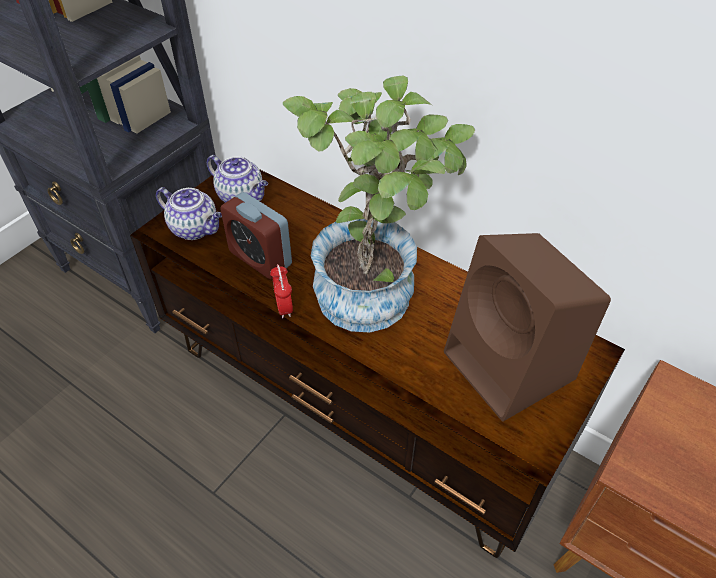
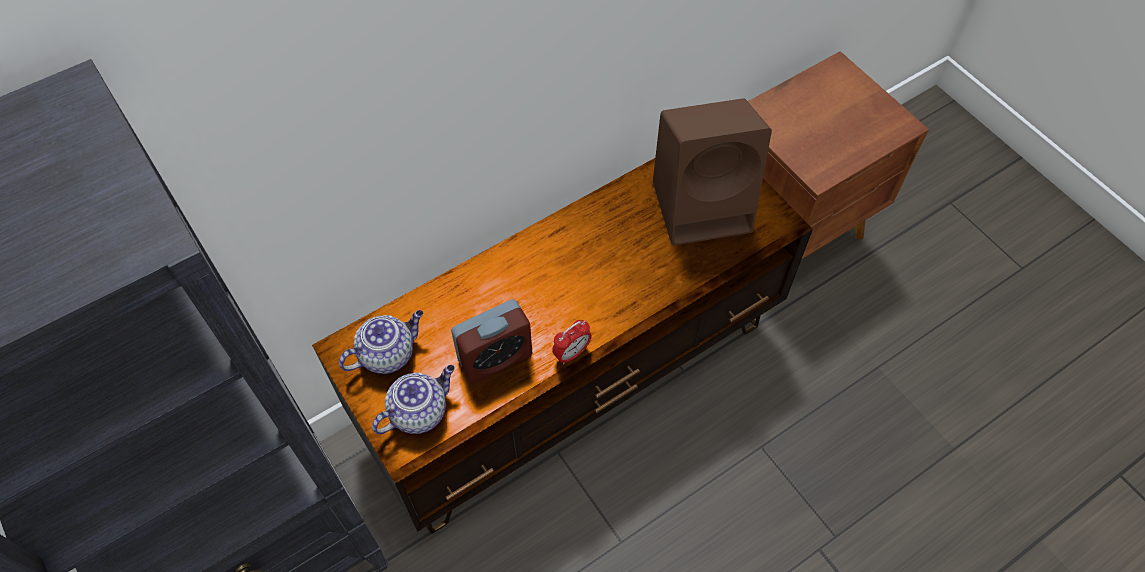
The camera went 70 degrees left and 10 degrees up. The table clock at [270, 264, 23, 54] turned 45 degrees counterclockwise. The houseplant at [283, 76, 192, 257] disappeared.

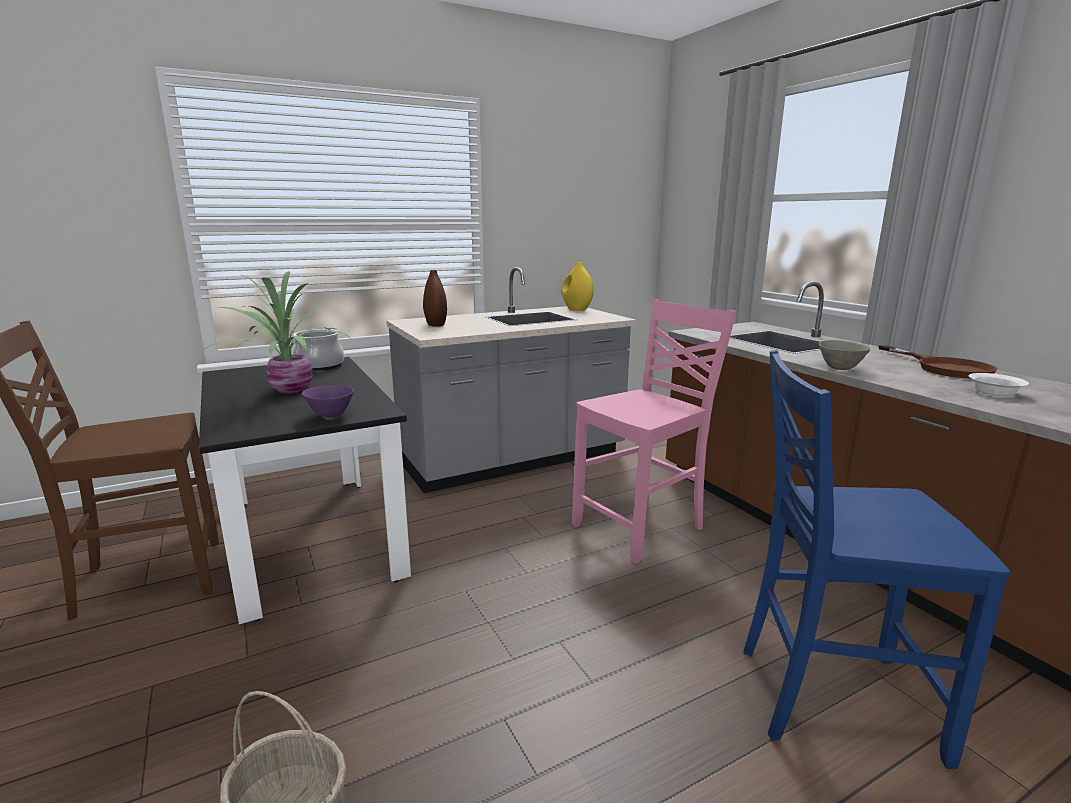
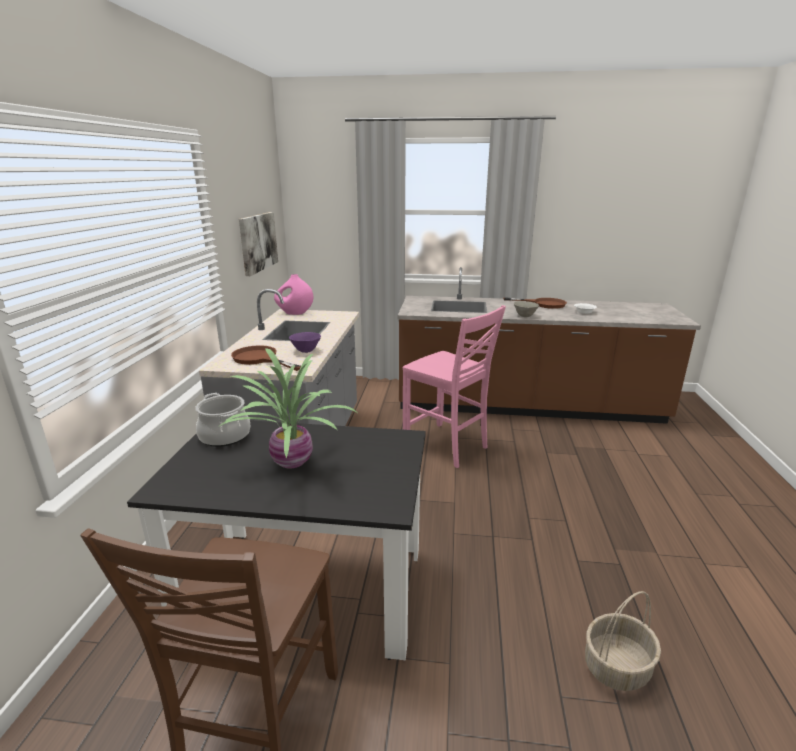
The camera went 55 degrees left and 5 degrees up. The purple deep dish moved from [302, 385, 52, 33] to [289, 332, 32, 21]. The brownish flower vase at [423, 270, 24, 57] was replaced by the brownish pan at [231, 345, 70, 26]. The yellow-coloured flower vase at [561, 262, 33, 49] became the pink-coloured flower vase at [274, 274, 39, 41]. The pink-coloured chair at [572, 299, 165, 265] turned 135 degrees clockwise. The bluish chair at [744, 350, 266, 419] disappeared. The wall picture at [239, 212, 39, 64] appeared.

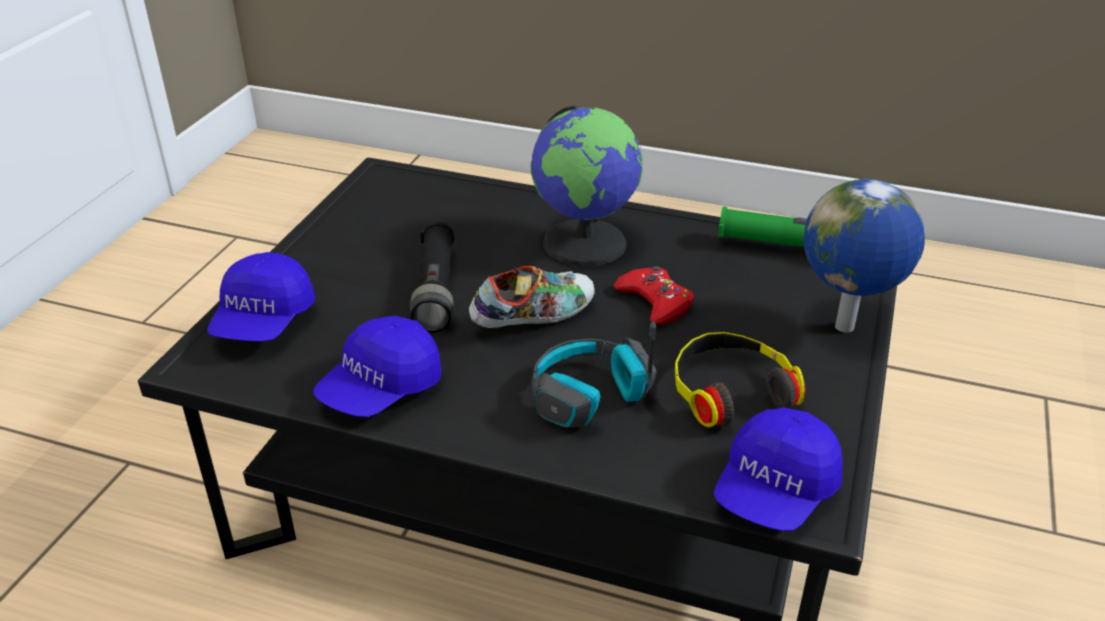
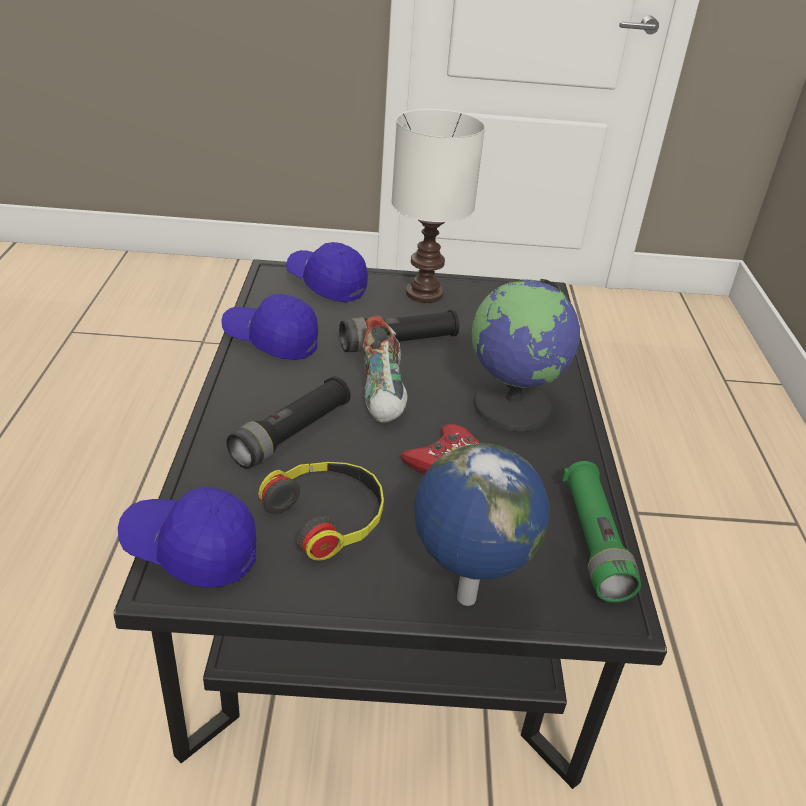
The camera went 70 degrees right and 0 degrees up. The bluish baseball cap at [207, 252, 108, 90] turned 45 degrees clockwise. The item of footwear at [469, 266, 126, 62] turned 45 degrees clockwise. The headphones at [532, 321, 124, 106] was replaced by the black-coloured torch at [227, 376, 124, 93]. The white lamp for a table at [391, 109, 94, 194] appeared.

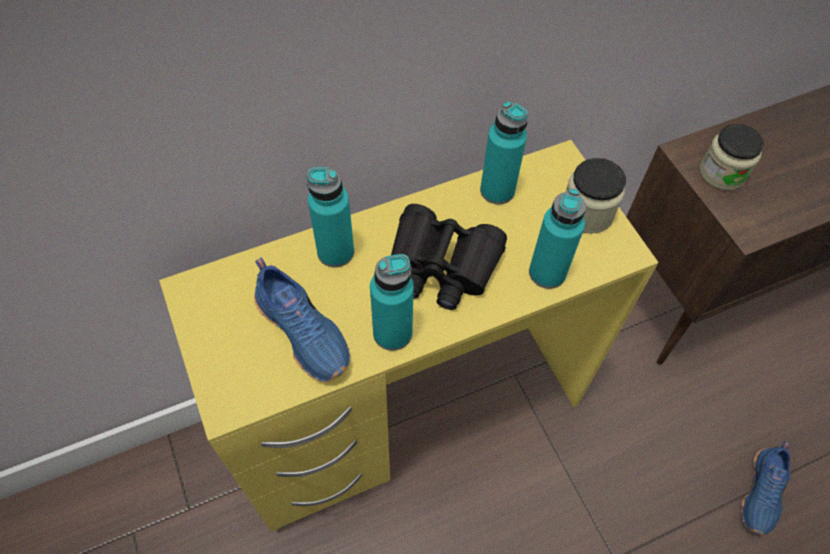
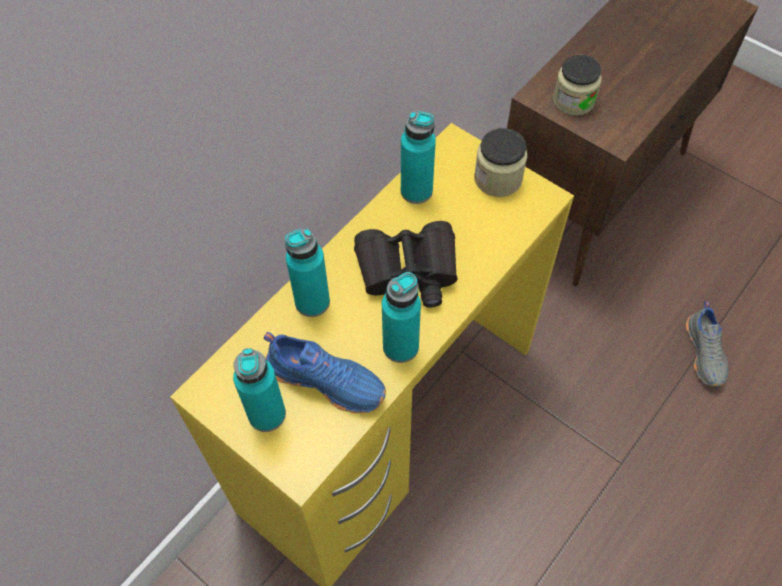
The camera went 25 degrees left and 0 degrees up. The turquoise-coloured bottle moved from [529, 188, 57, 101] to [233, 348, 53, 84]. The bluish item of footwear at [741, 441, 49, 95] became the greyish item of footwear at [686, 302, 43, 85].

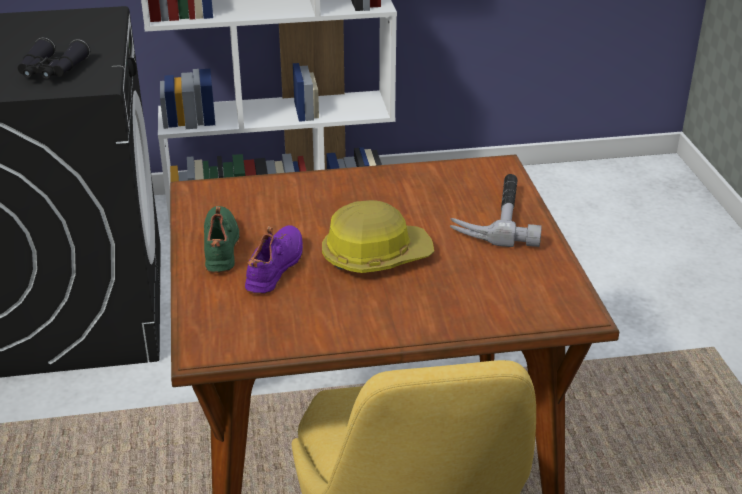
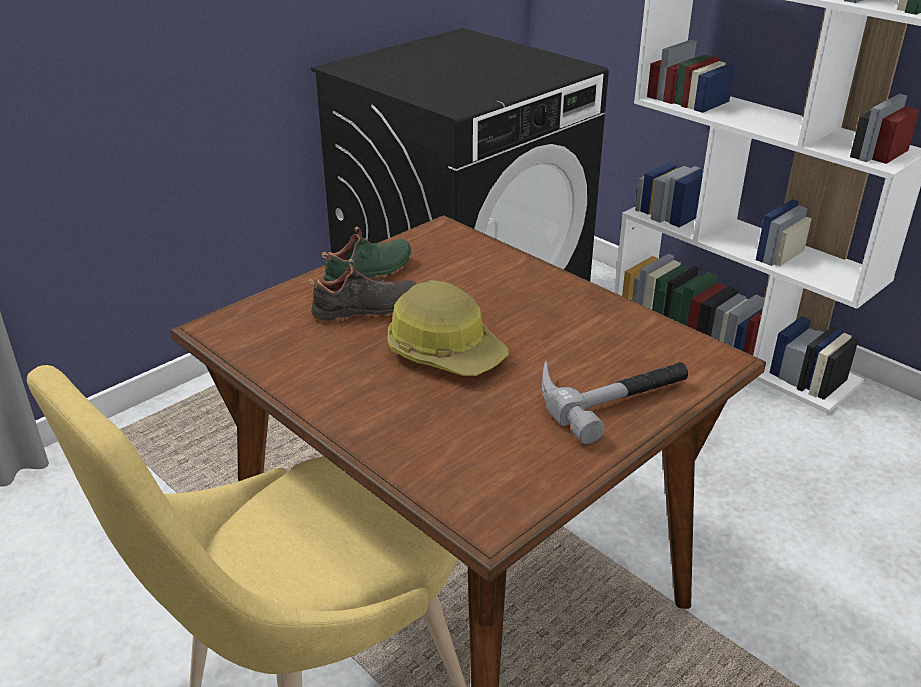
The camera went 55 degrees right and 0 degrees up. The black-coloured binoculars at [18, 37, 72, 42] disappeared. The purple item of footwear at [245, 225, 58, 69] became the black-coloured item of footwear at [308, 259, 109, 63].

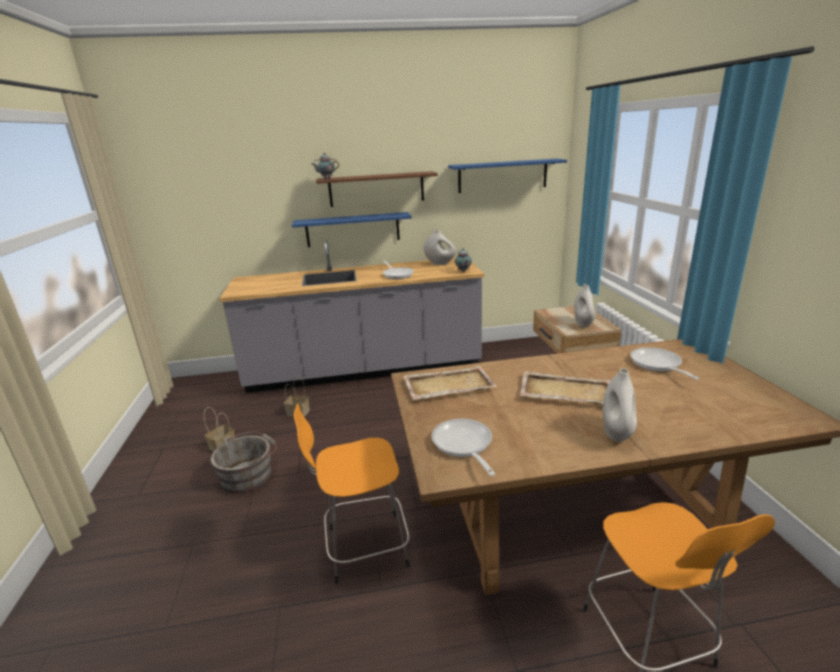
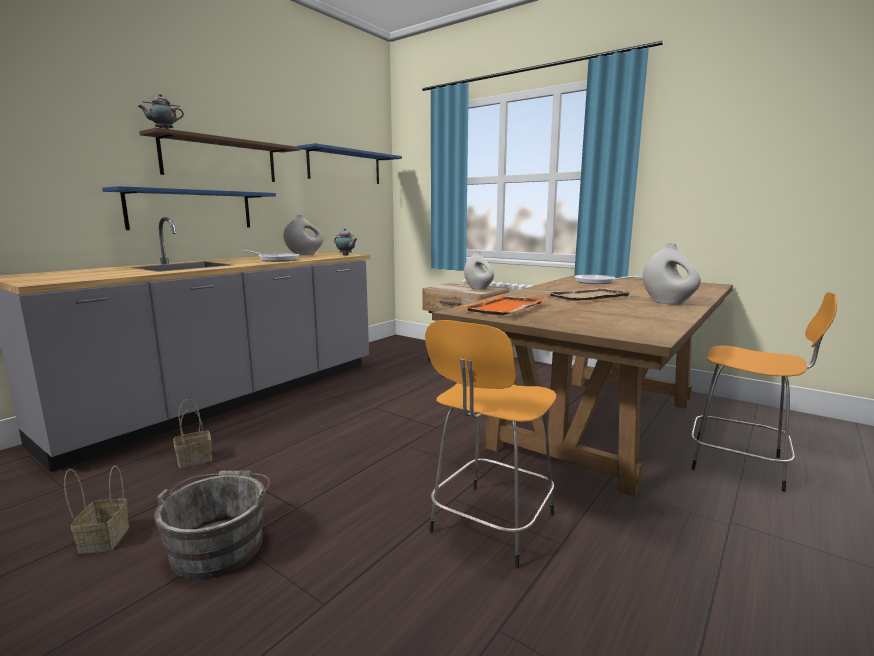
The camera went 45 degrees left and 10 degrees down. The beige tray at [403, 366, 94, 34] became the orangey tray at [458, 296, 91, 19]. The pan at [432, 418, 63, 58] disappeared.

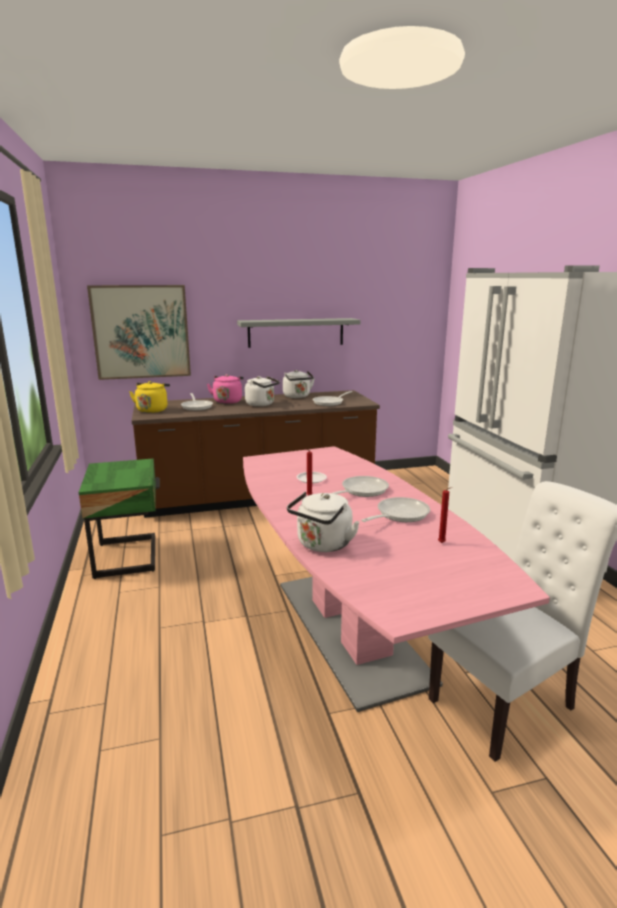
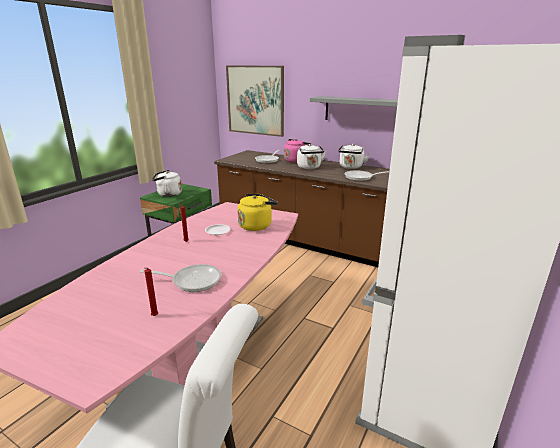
The camera went 45 degrees right and 5 degrees up. The yellow-coloured tea kettle moved from [129, 381, 41, 32] to [237, 194, 41, 37]. The white tea kettle moved from [287, 492, 73, 60] to [152, 170, 30, 27]. The pan at [332, 476, 57, 21] disappeared.

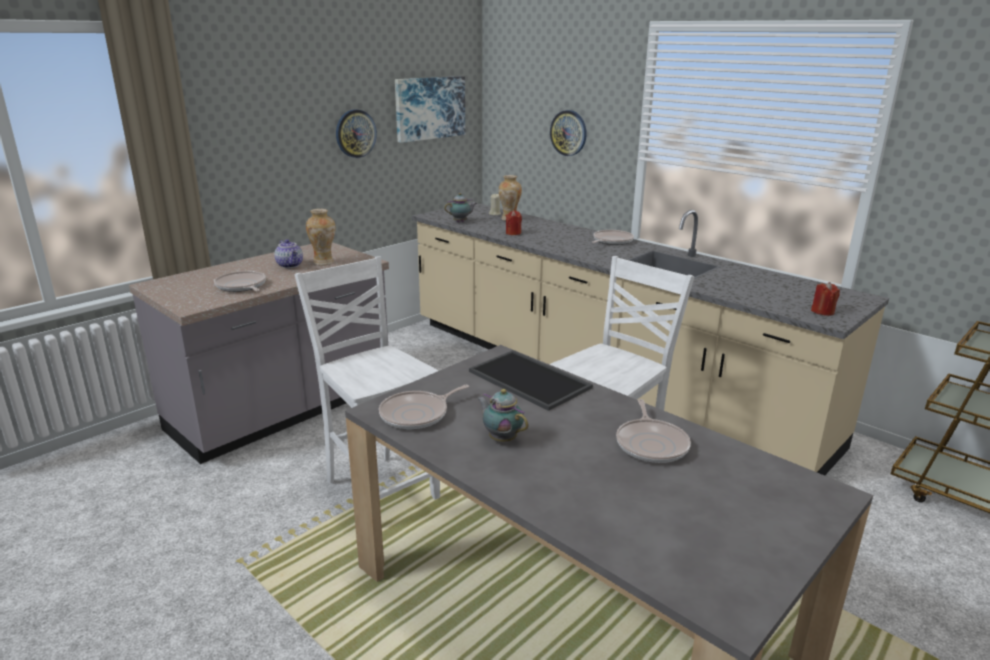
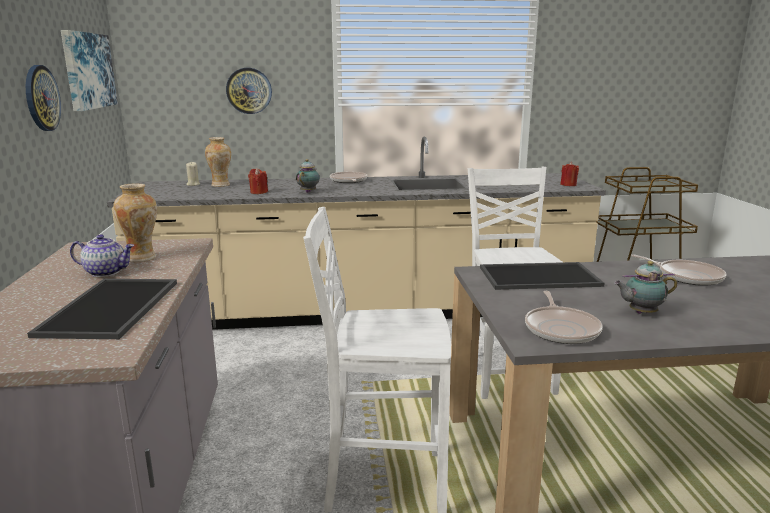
The camera went 50 degrees left and 5 degrees down. The pan at [214, 271, 52, 21] was replaced by the tray at [27, 279, 150, 60]. The teapot moved from [444, 193, 33, 29] to [296, 159, 24, 34].

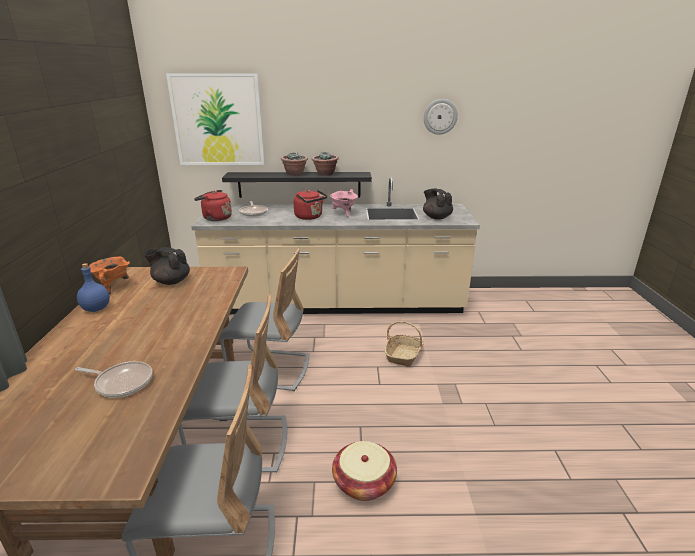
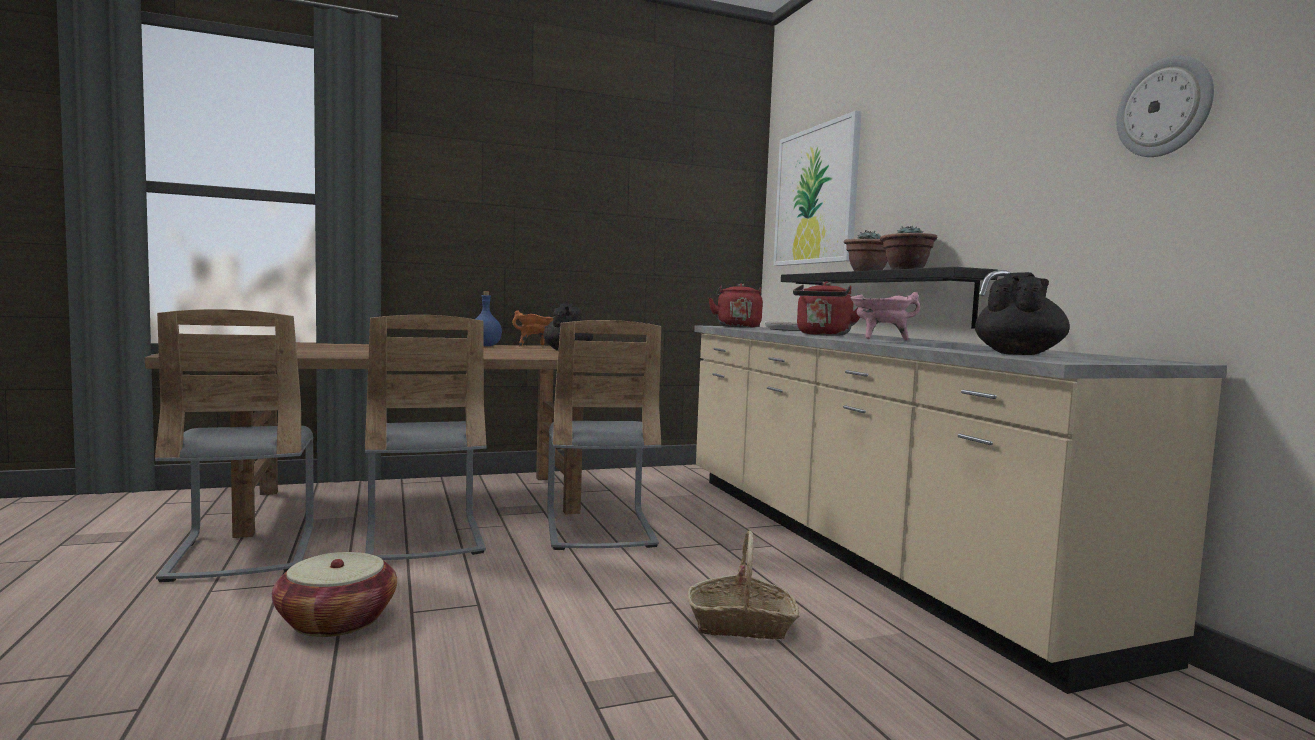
The camera went 70 degrees right and 20 degrees down. The pan at [75, 361, 78, 37] disappeared.

